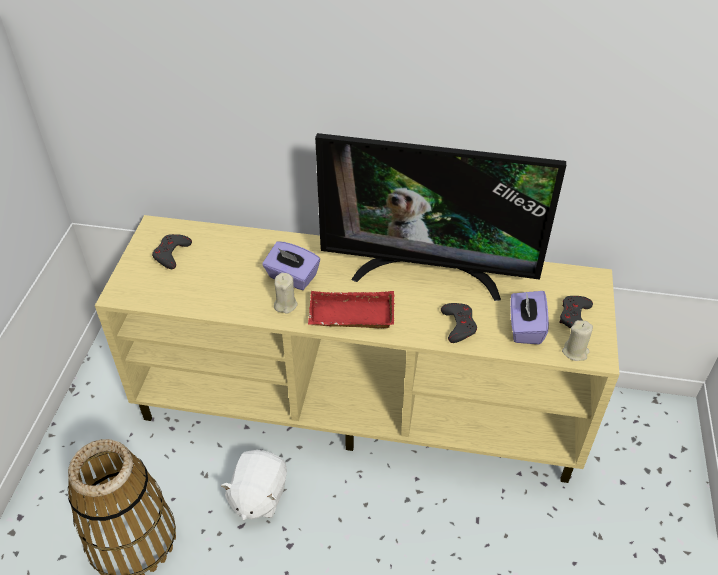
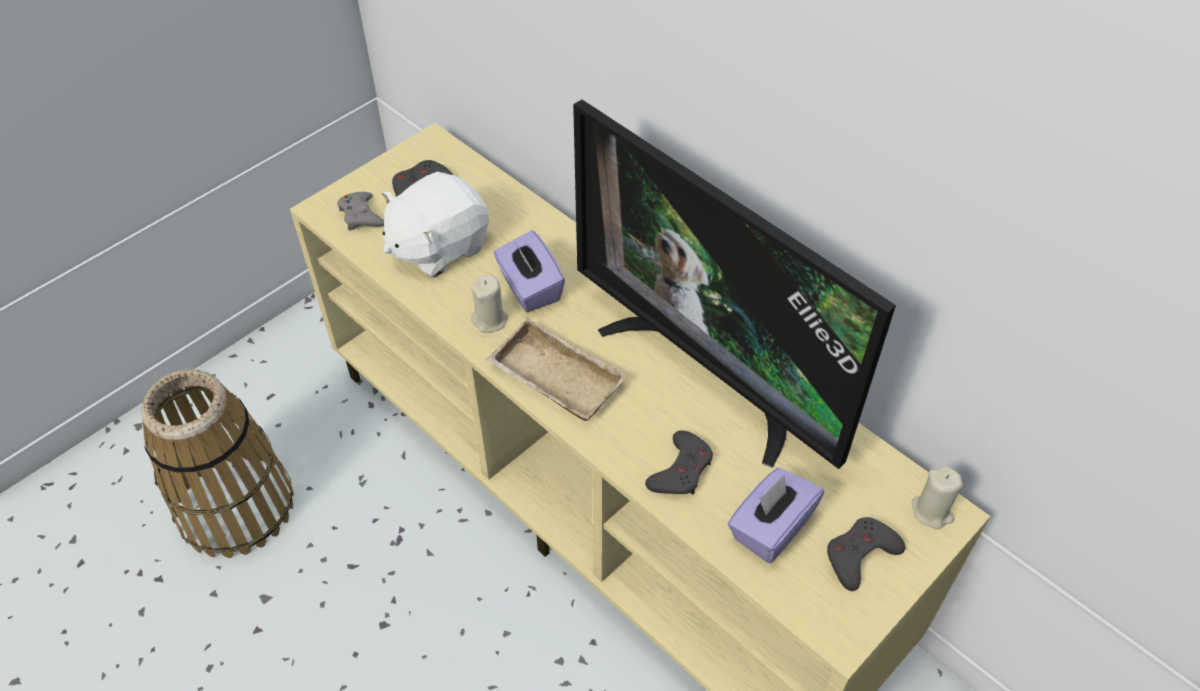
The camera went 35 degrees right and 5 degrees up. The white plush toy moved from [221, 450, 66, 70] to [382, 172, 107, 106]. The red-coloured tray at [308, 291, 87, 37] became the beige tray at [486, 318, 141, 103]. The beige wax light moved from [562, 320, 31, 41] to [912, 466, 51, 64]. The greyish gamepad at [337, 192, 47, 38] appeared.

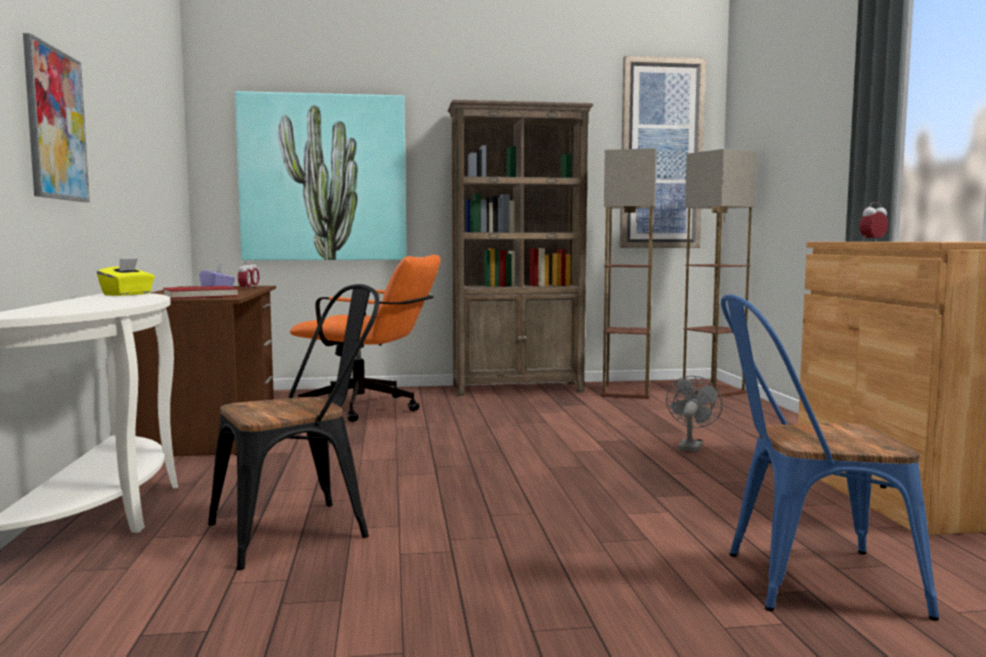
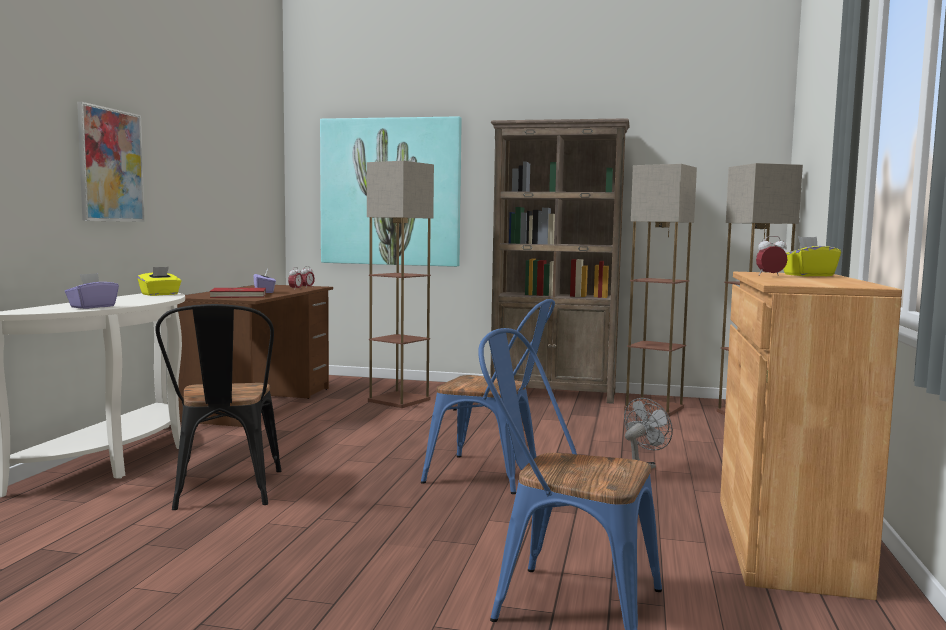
The camera went 20 degrees right and 0 degrees up. The black-coloured chair at [208, 284, 171, 286] turned 90 degrees clockwise. The orangey computer chair at [290, 255, 151, 167] was replaced by the standard lamp at [367, 161, 67, 247]. The wall picture at [620, 56, 86, 192] disappeared. The purple tissue box at [65, 273, 54, 36] appeared. The bluish chair at [421, 299, 134, 195] appeared. The yellow-coloured tissue box at [784, 237, 57, 40] appeared.

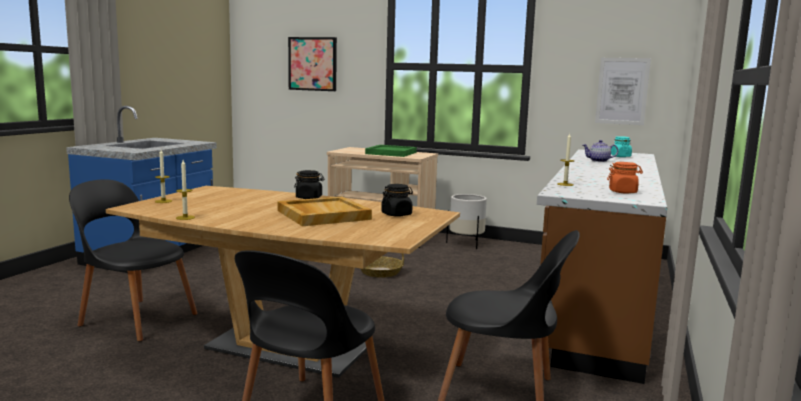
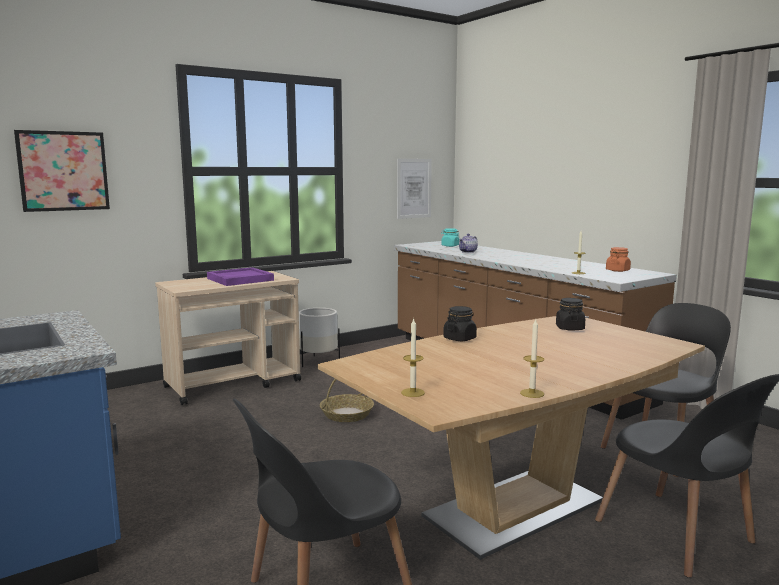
The camera went 55 degrees left and 0 degrees up. The beige tray at [277, 197, 95, 29] disappeared. The green tray at [365, 145, 52, 12] became the purple tray at [207, 267, 67, 19].

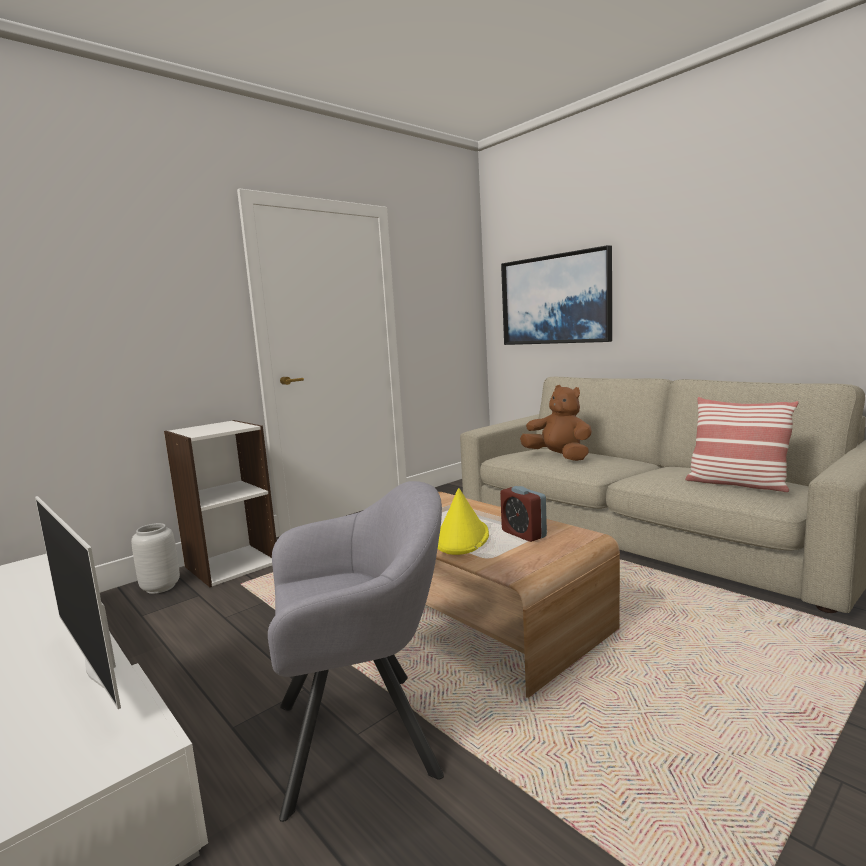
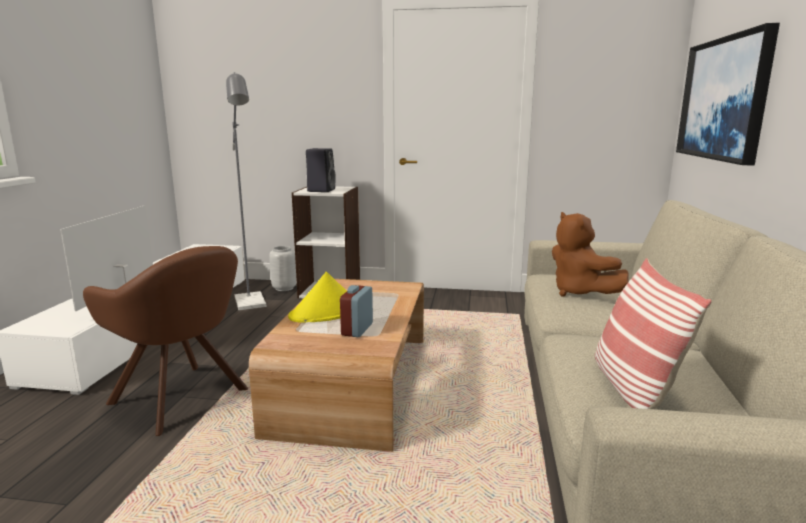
The camera went 50 degrees right and 5 degrees up. The greyish easy chair at [268, 481, 176, 341] became the brownish easy chair at [83, 246, 165, 190]. The brownish plush toy at [520, 385, 72, 76] turned 150 degrees clockwise. The greyish standard lamp at [226, 72, 40, 238] appeared. The black-coloured loudspeaker at [306, 148, 30, 44] appeared.

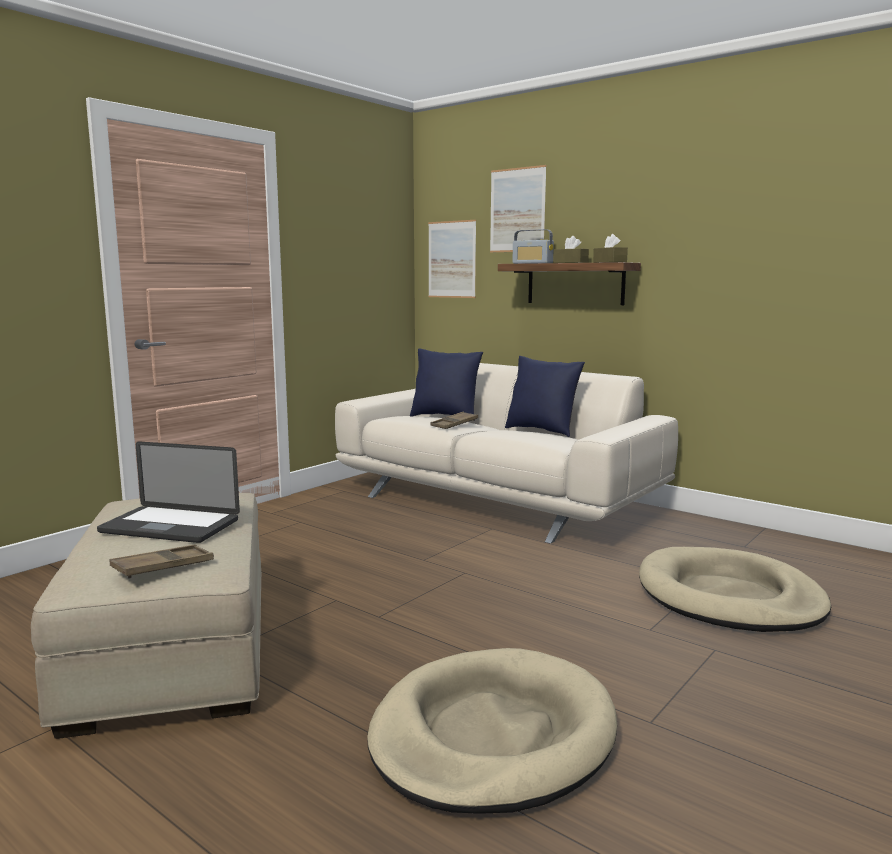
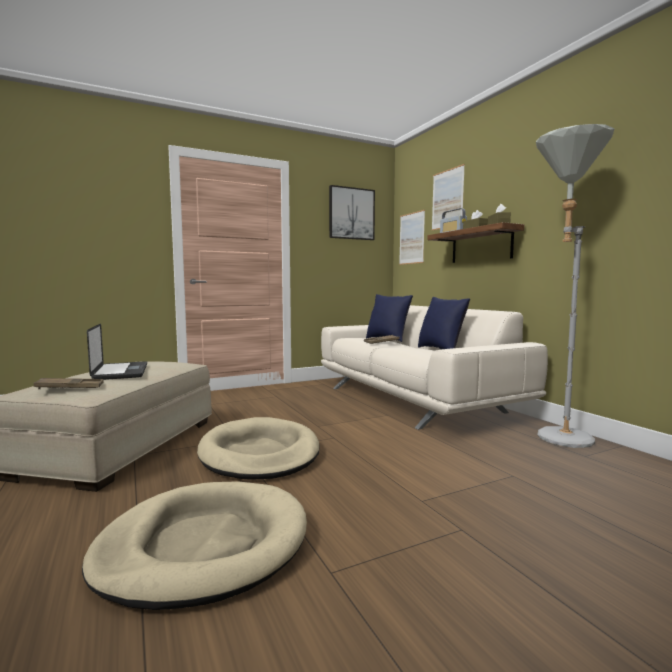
The camera went 25 degrees right and 5 degrees down. The laptop at [97, 441, 143, 102] turned 150 degrees counterclockwise. The beige dog cushion moved from [639, 547, 192, 85] to [197, 417, 123, 63]. The wall picture at [329, 185, 46, 55] appeared. The greyish standard lamp at [536, 124, 78, 324] appeared.

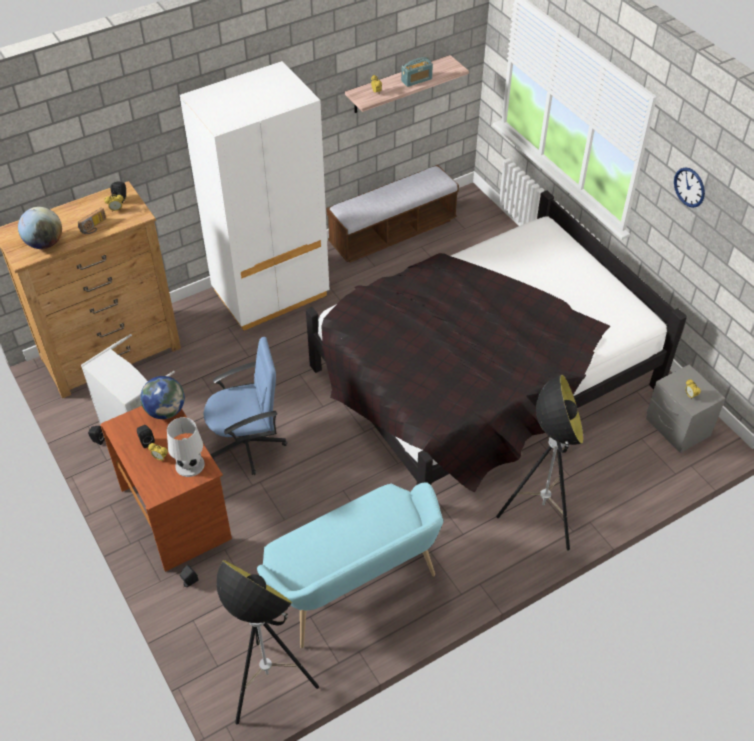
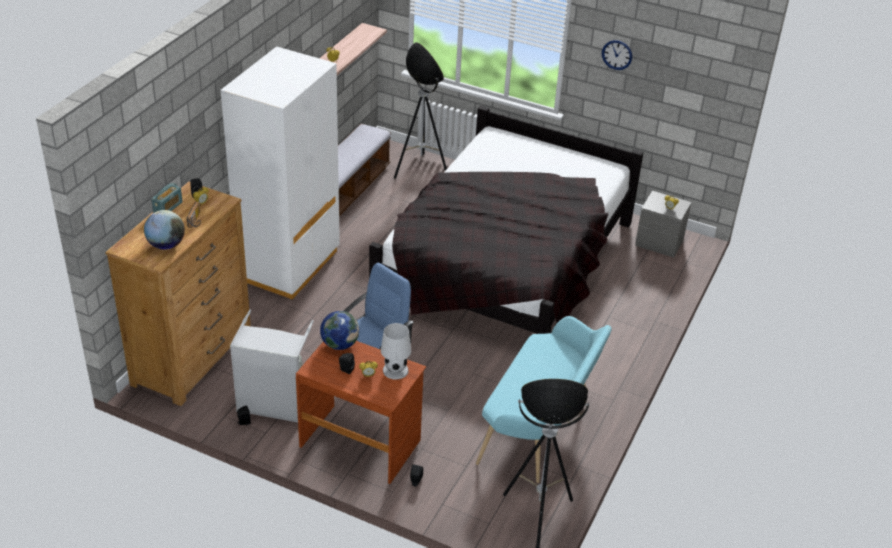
The camera went 35 degrees left and 10 degrees down. The radio set moved from [401, 57, 32, 30] to [151, 183, 32, 30]. The standard lamp moved from [496, 375, 87, 176] to [394, 42, 53, 137].

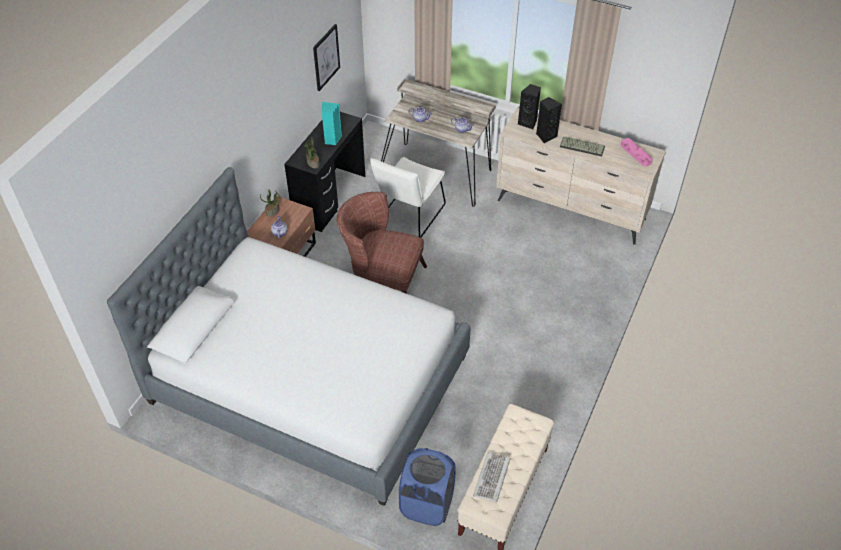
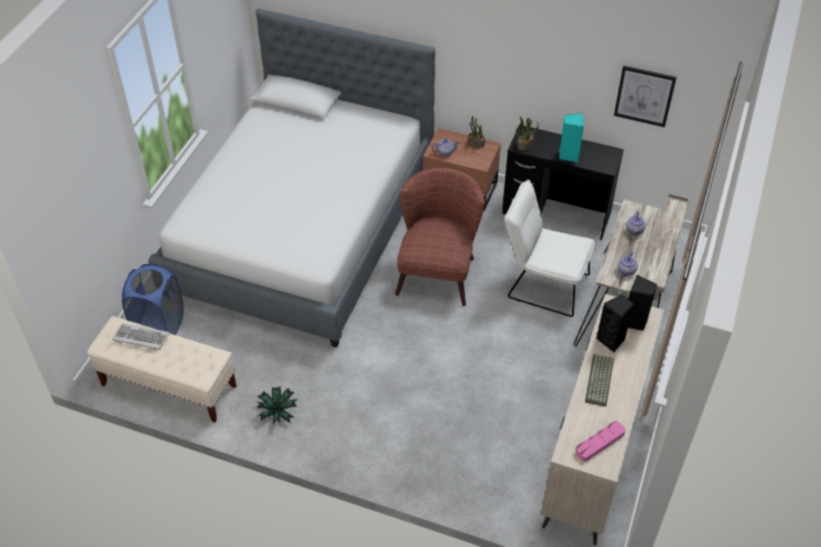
The camera went 85 degrees right and 0 degrees up. The houseplant at [256, 386, 41, 38] appeared.

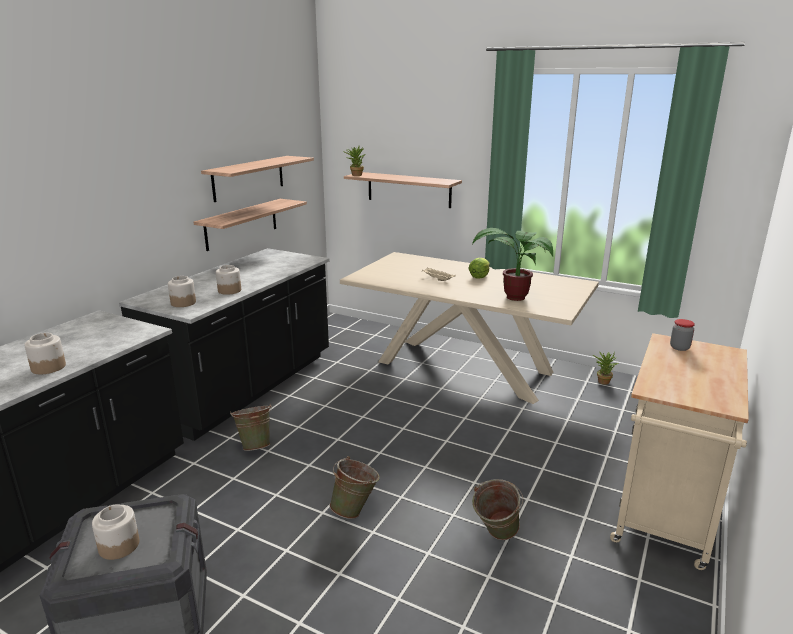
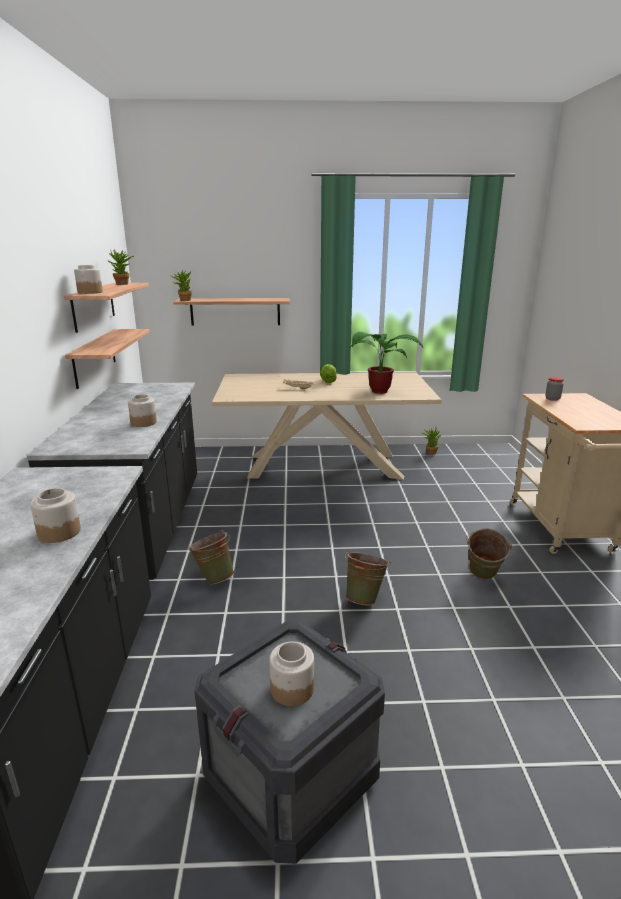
The camera went 30 degrees left and 0 degrees up. The preserve jar moved from [168, 276, 28, 31] to [74, 265, 29, 29]. The houseplant at [107, 249, 27, 36] appeared.

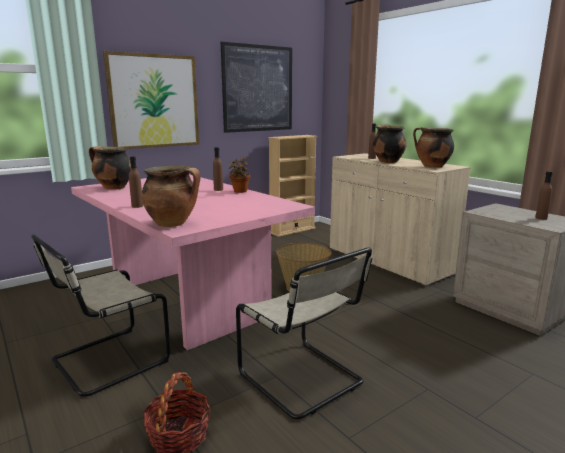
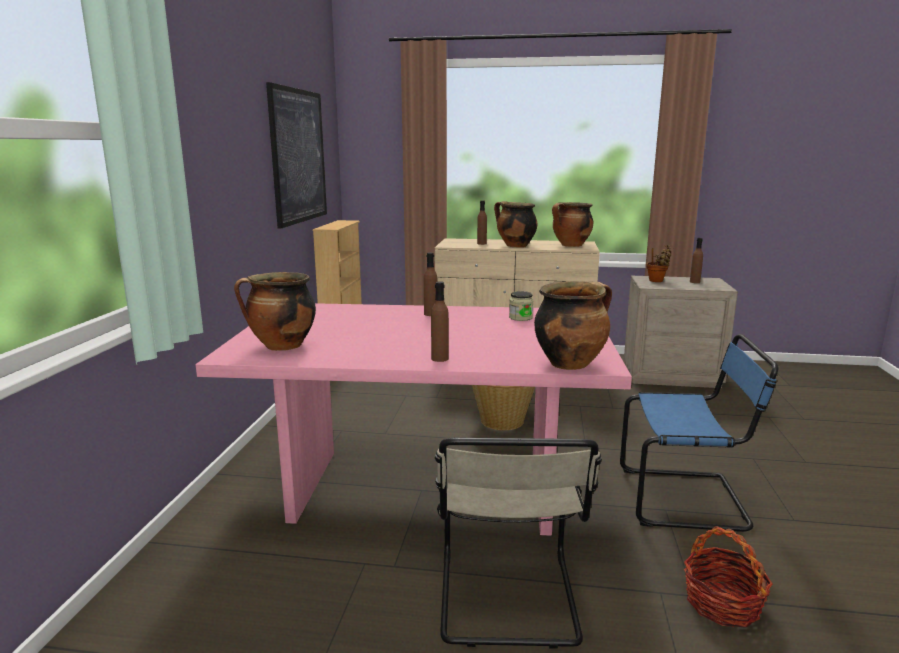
The camera went 45 degrees left and 0 degrees up. The wall picture at [103, 51, 96, 98] disappeared. The houseplant moved from [229, 157, 21, 36] to [646, 245, 27, 37]. The beige chair at [236, 247, 136, 173] became the bluish chair at [620, 334, 159, 198]. The preserve jar at [509, 291, 24, 30] appeared.

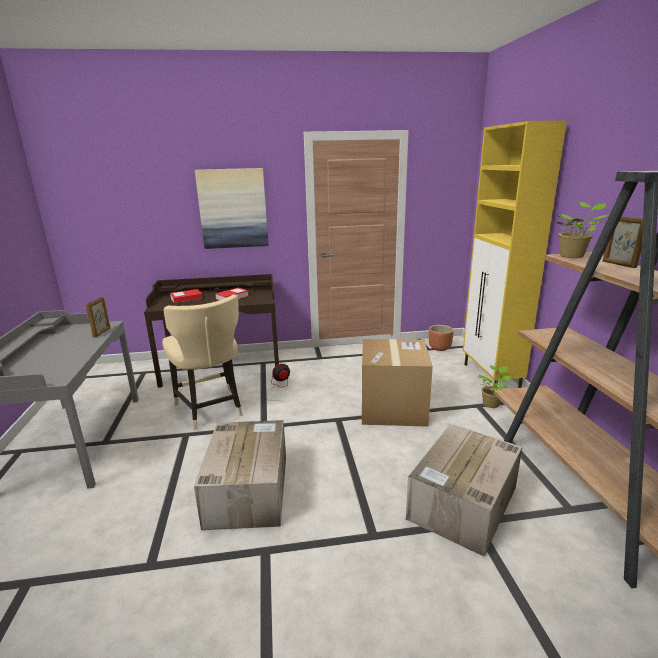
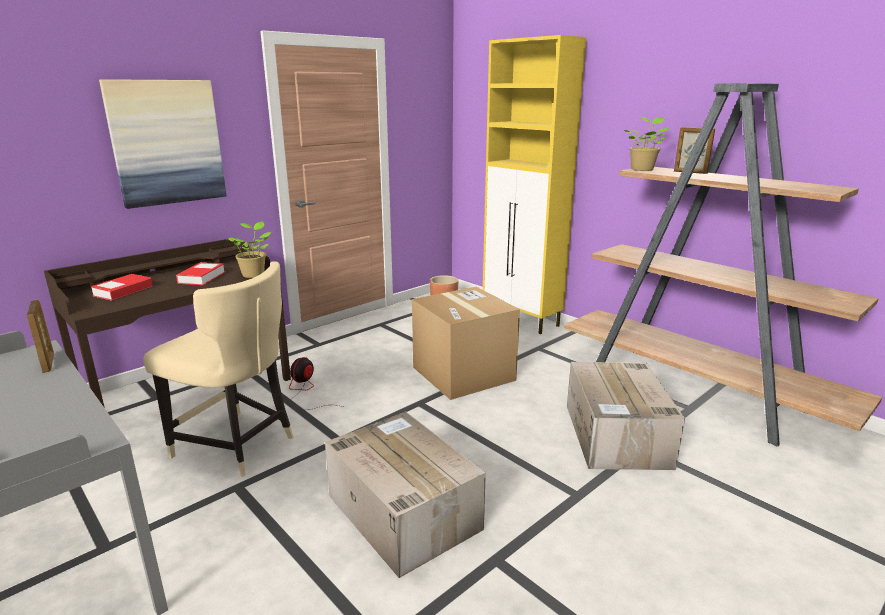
The camera went 35 degrees left and 0 degrees up. The houseplant moved from [477, 365, 34, 43] to [229, 221, 42, 57].

